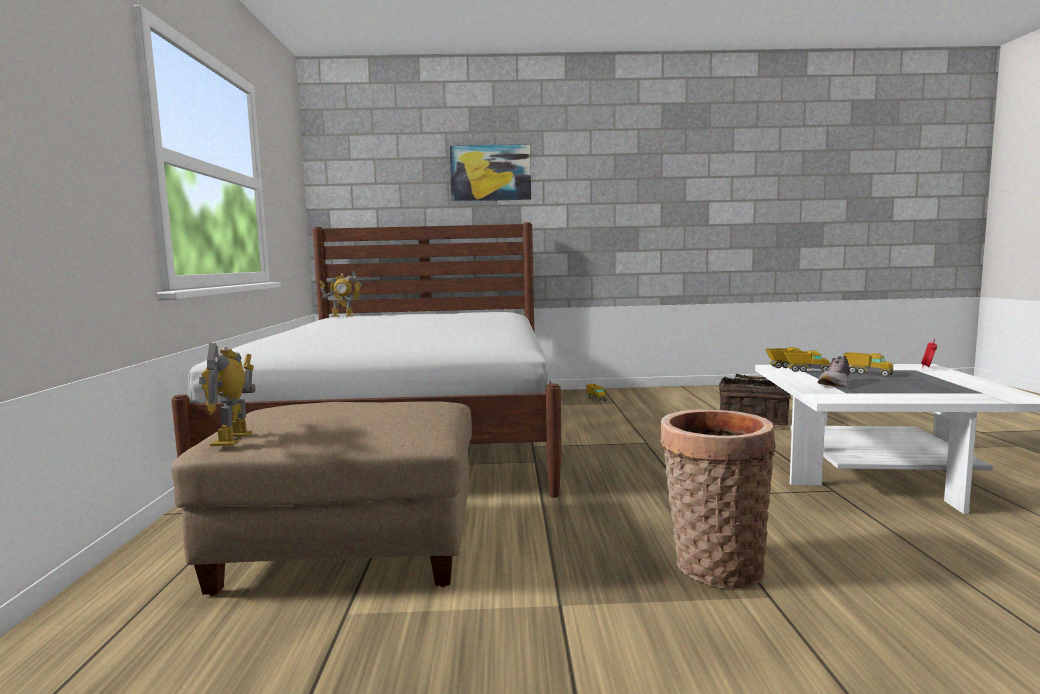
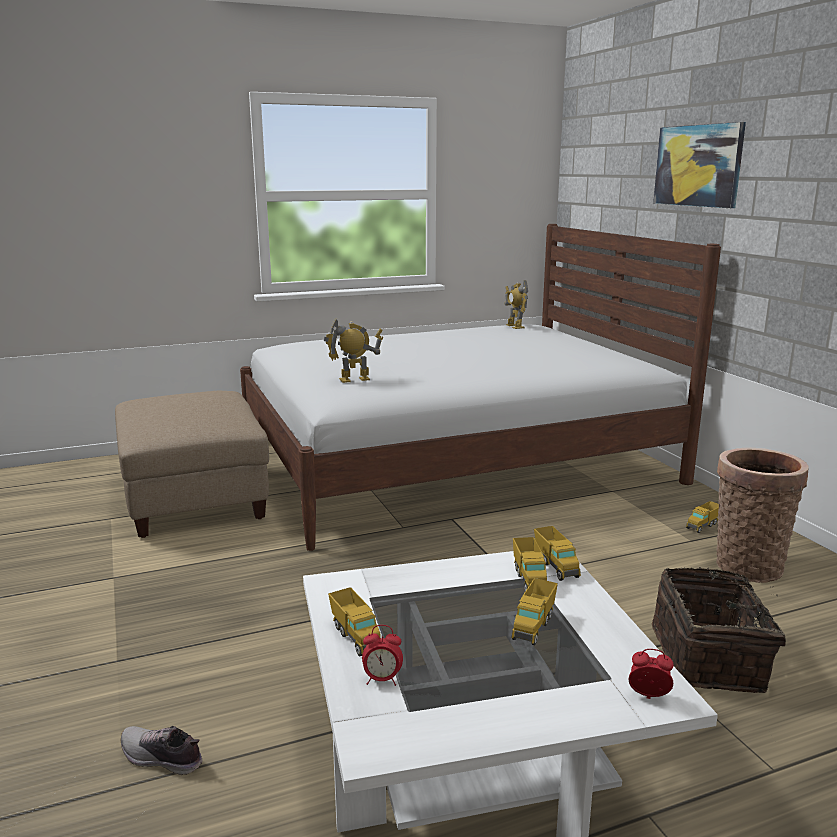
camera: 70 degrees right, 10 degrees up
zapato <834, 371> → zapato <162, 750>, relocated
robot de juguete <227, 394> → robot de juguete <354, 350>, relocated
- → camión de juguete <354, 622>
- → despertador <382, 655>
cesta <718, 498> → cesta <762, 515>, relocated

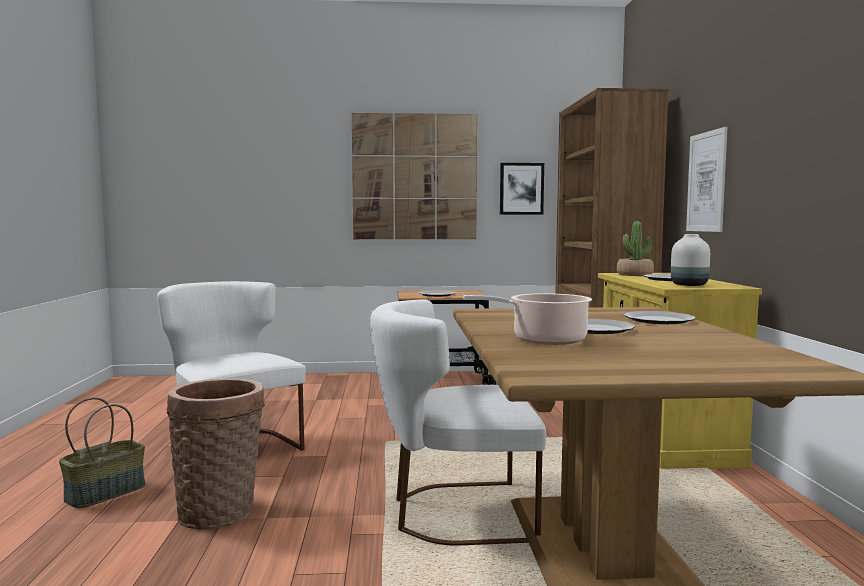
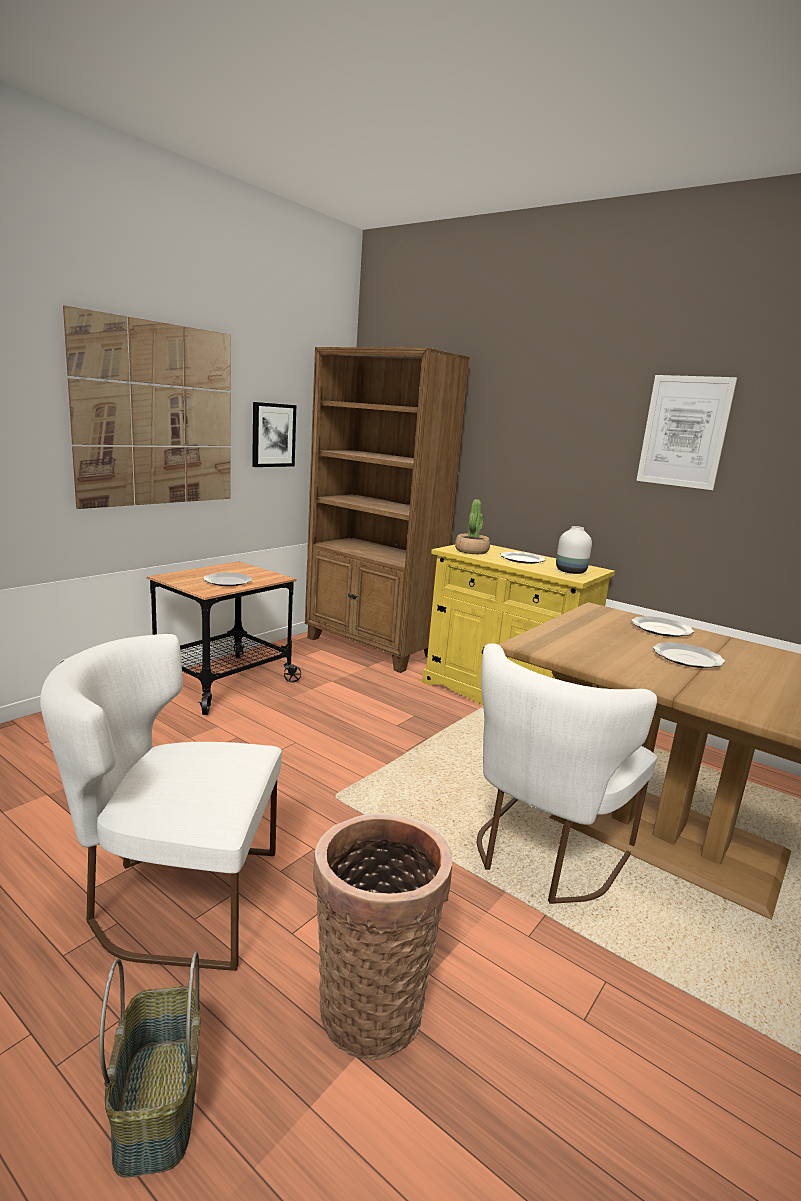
camera: 50 degrees left, 10 degrees up
cuadro <706, 179> → cuadro <686, 432>, relocated
olla <527, 319> → -

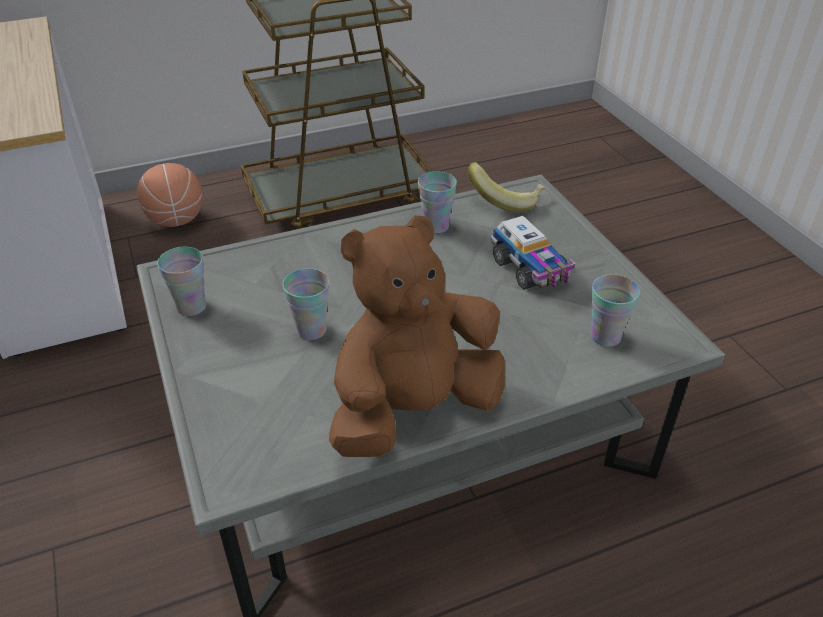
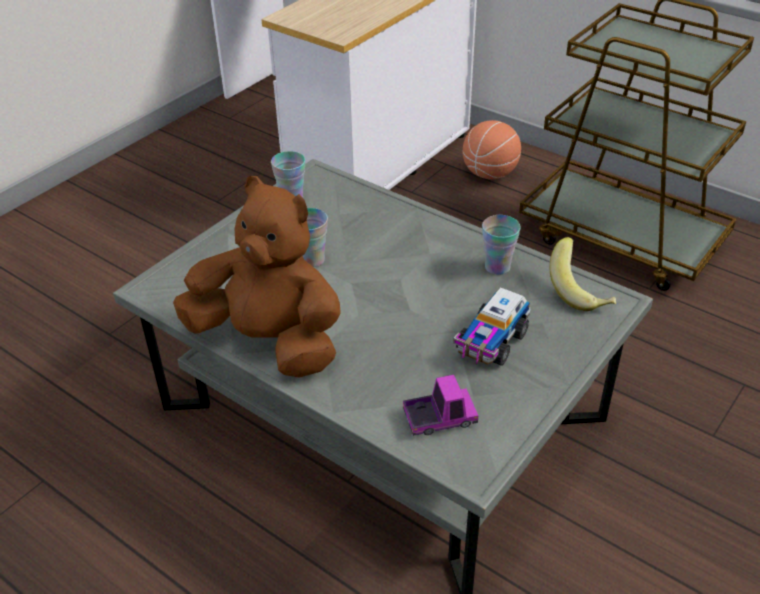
camera: 60 degrees right, 0 degrees up
taza <615, 310> → camión de juguete <440, 405>

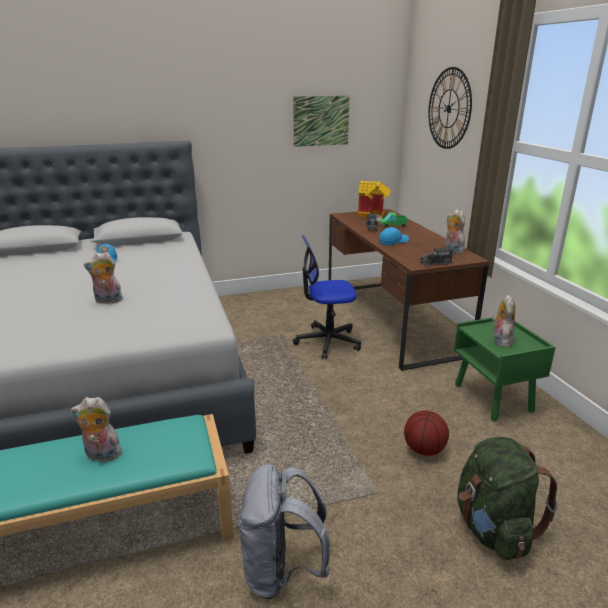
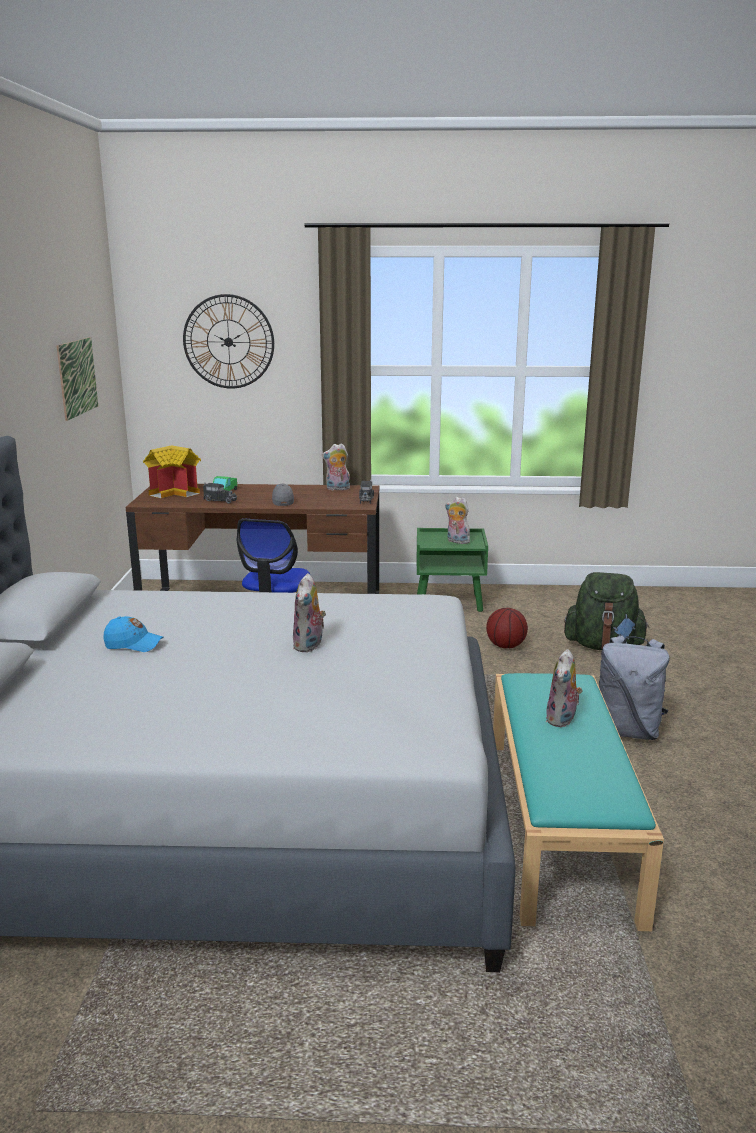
camera: 70 degrees left, 5 degrees down
gorra (azul) <394, 236> → gorra (gris) <283, 495>

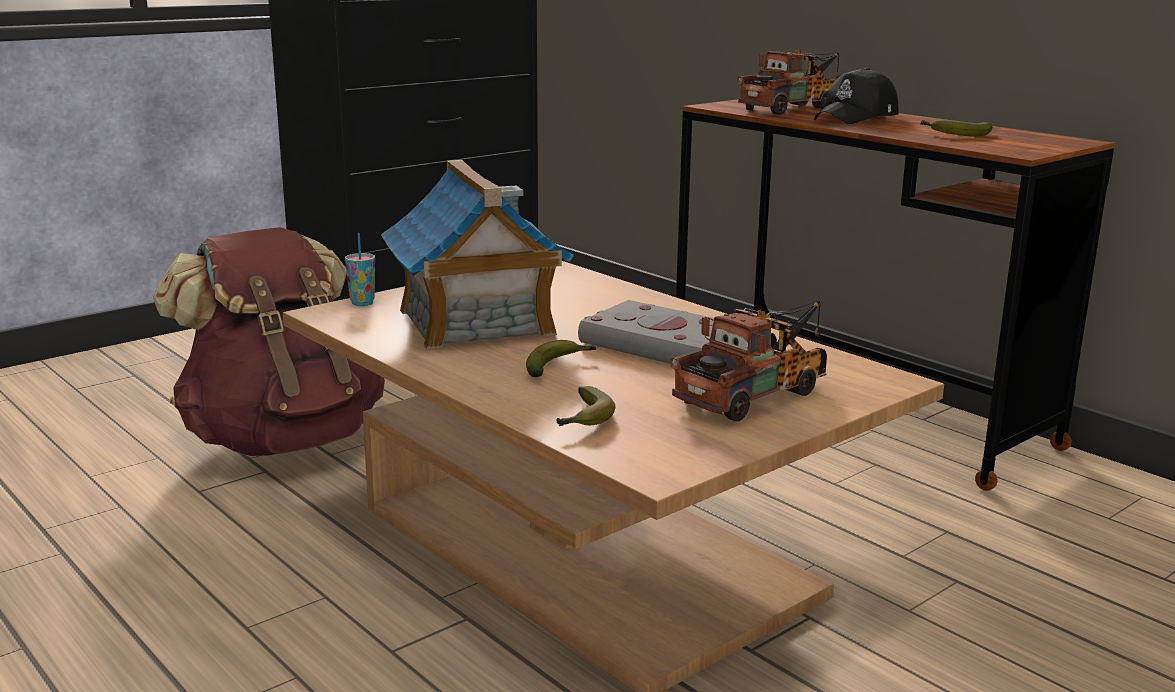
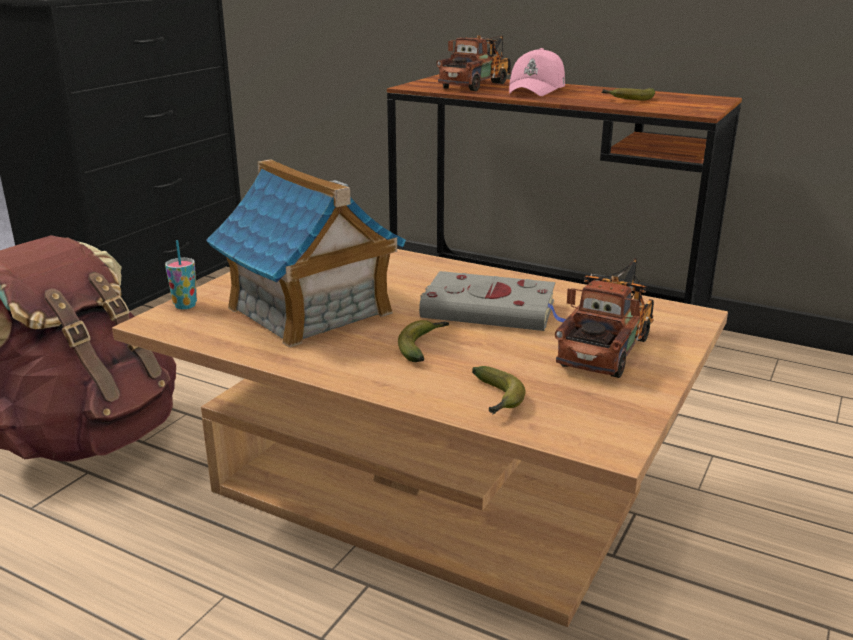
camera: 20 degrees left, 5 degrees up
gorra (negro) <856, 96> → gorra (rosa) <537, 72>

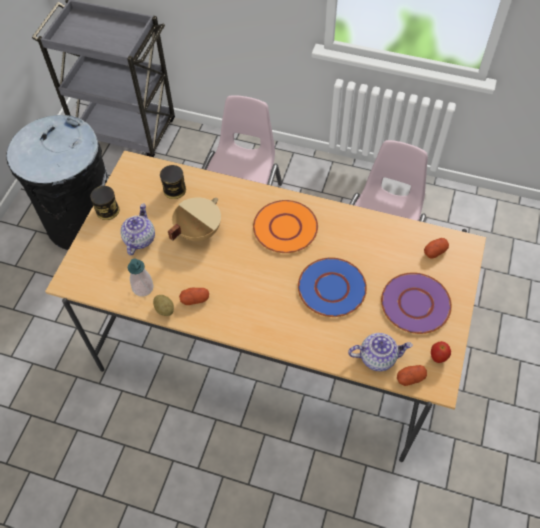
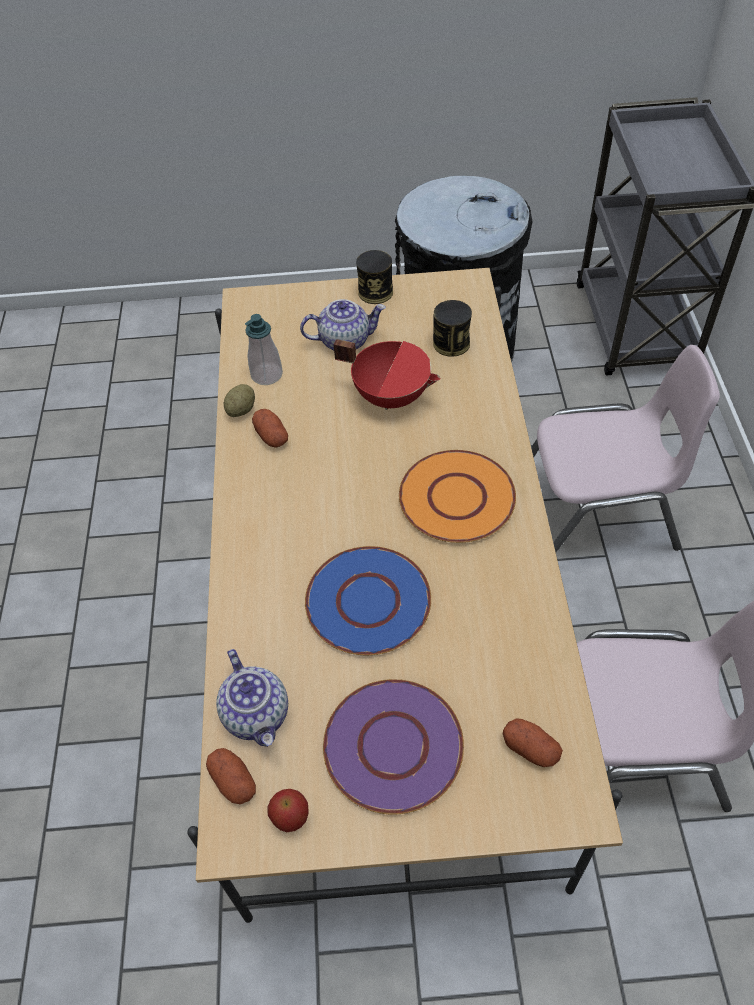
camera: 70 degrees right, 5 degrees down
olla (beis) <194, 219> → olla (rojo) <387, 374>

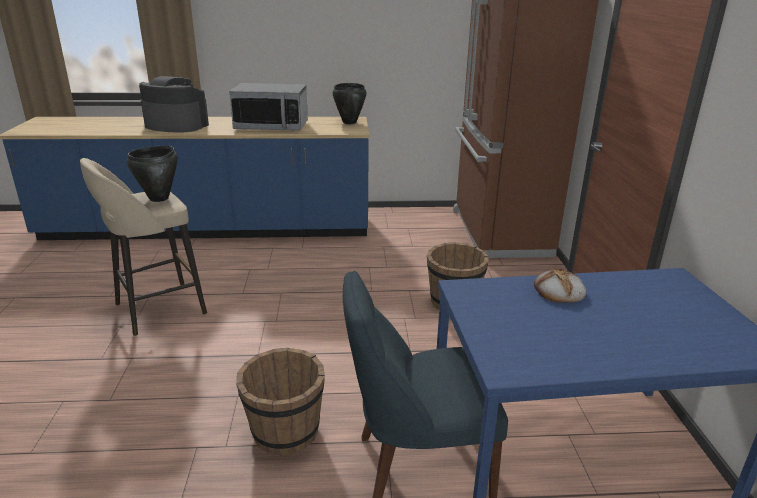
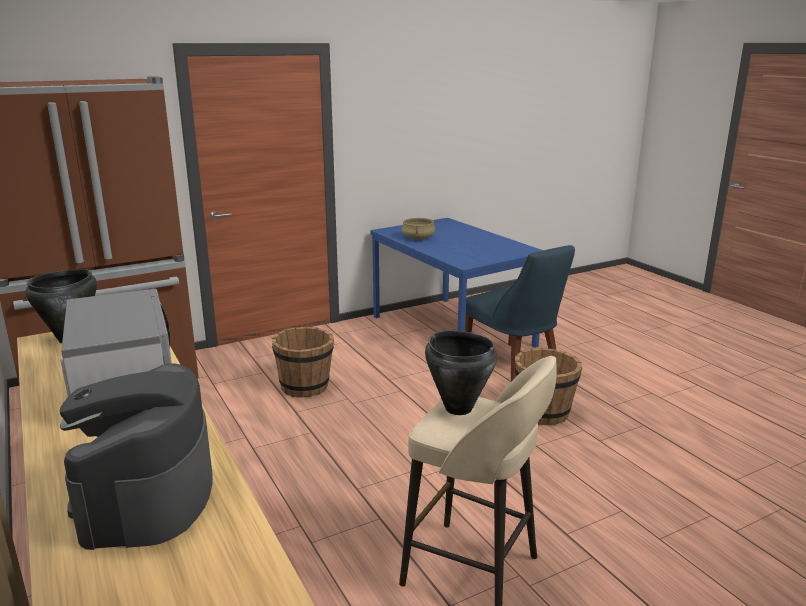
camera: 115 degrees left, 5 degrees down
- → olla (beis) <418, 228>
pan <560, 285> → -

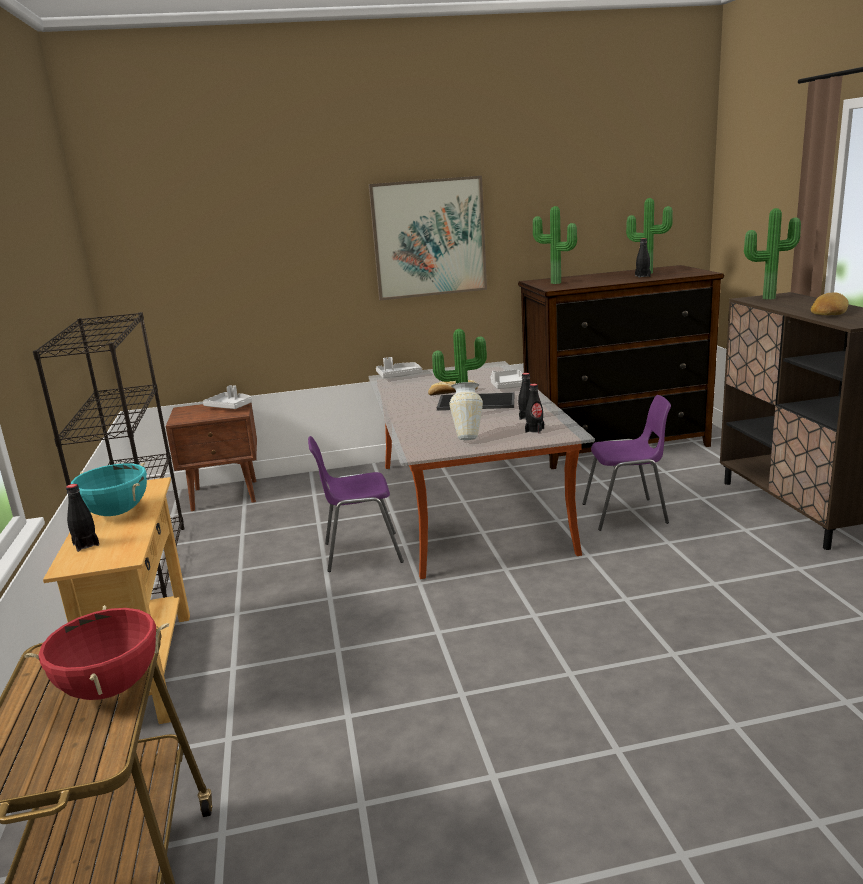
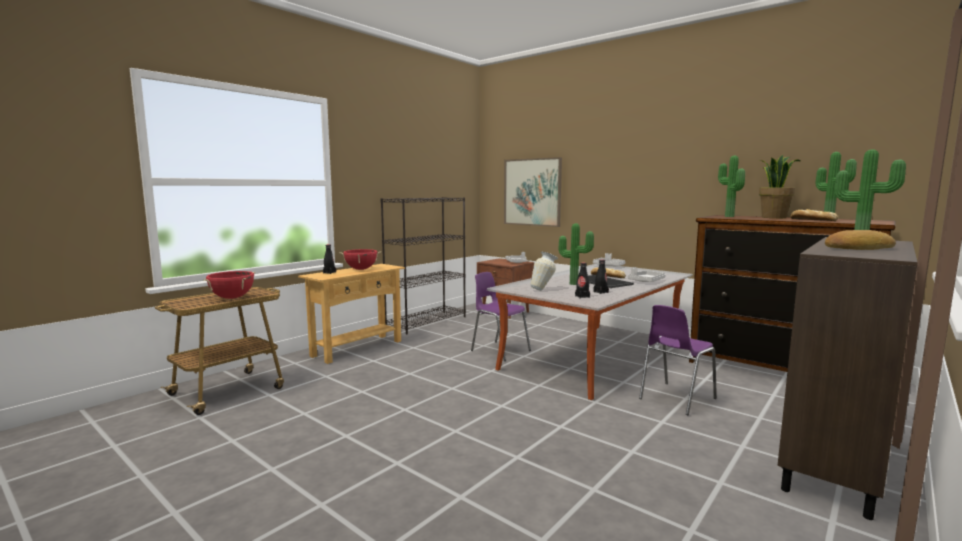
camera: 50 degrees right, 10 degrees down
olla (turquesa) <109, 489> → olla (rojo) <360, 259>
cuadro <428, 238> → cuadro <533, 192>, relocated
silla (morado) <626, 463> → silla (morado) <678, 360>, 90 degrees clockwise
- → planta en maceta <779, 186>
botella (negro) <643, 258> → pan <814, 215>

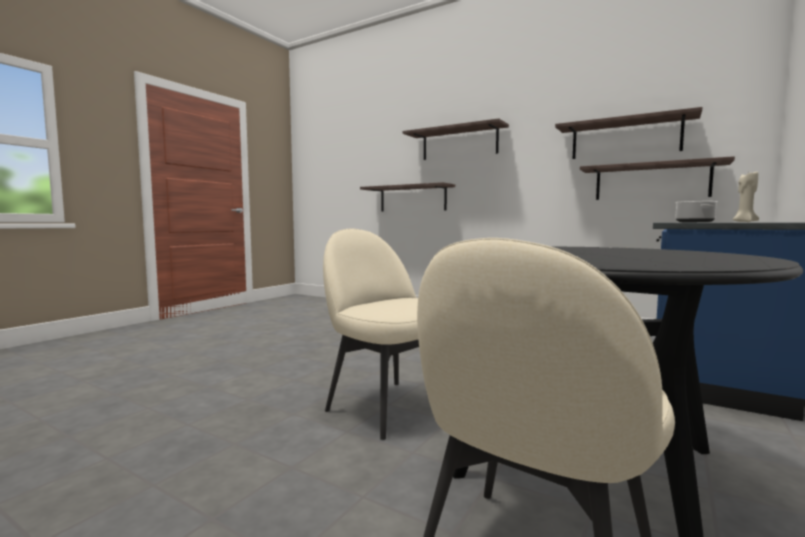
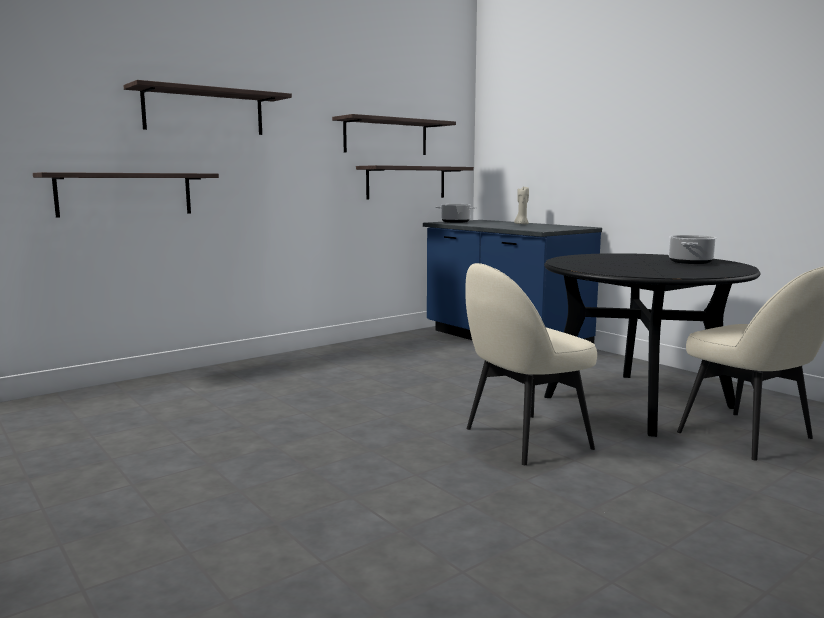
camera: 70 degrees left, 5 degrees up
- → olla <693, 249>

